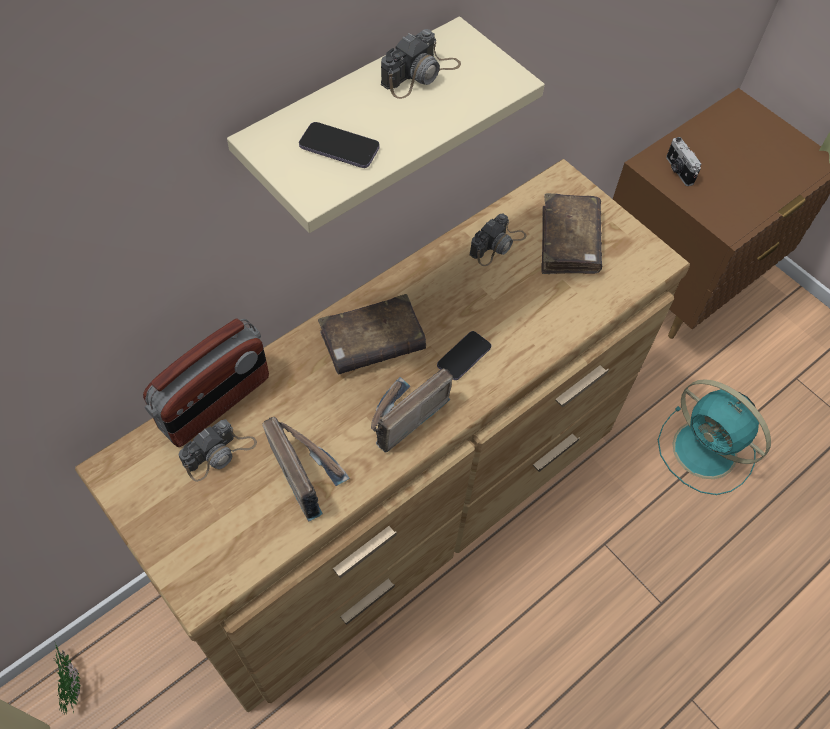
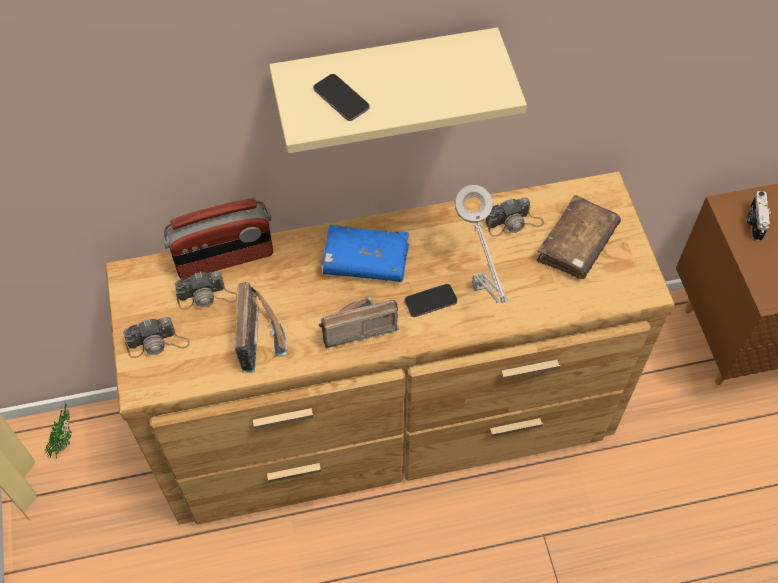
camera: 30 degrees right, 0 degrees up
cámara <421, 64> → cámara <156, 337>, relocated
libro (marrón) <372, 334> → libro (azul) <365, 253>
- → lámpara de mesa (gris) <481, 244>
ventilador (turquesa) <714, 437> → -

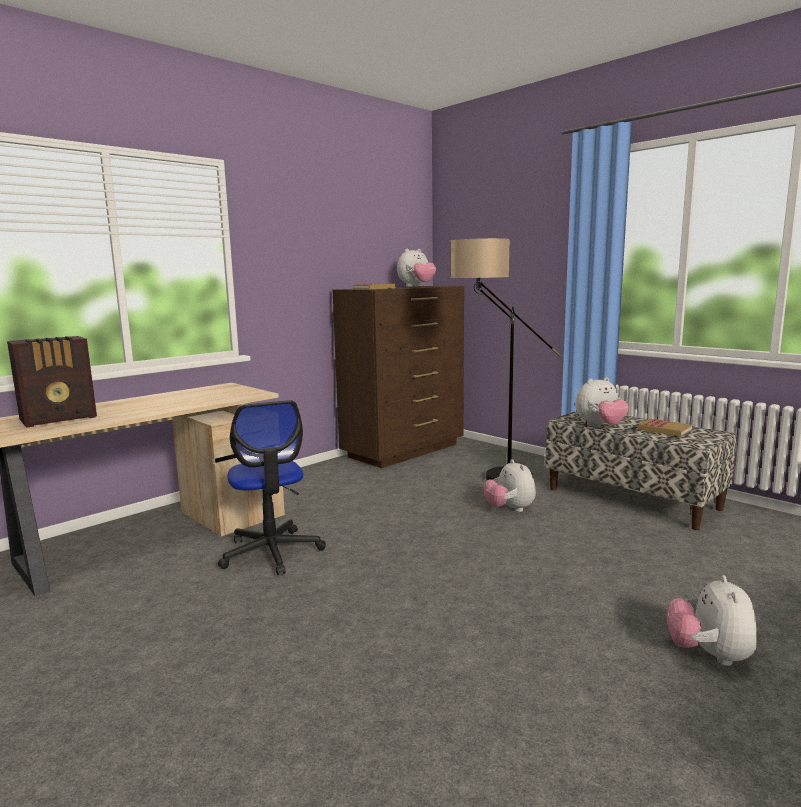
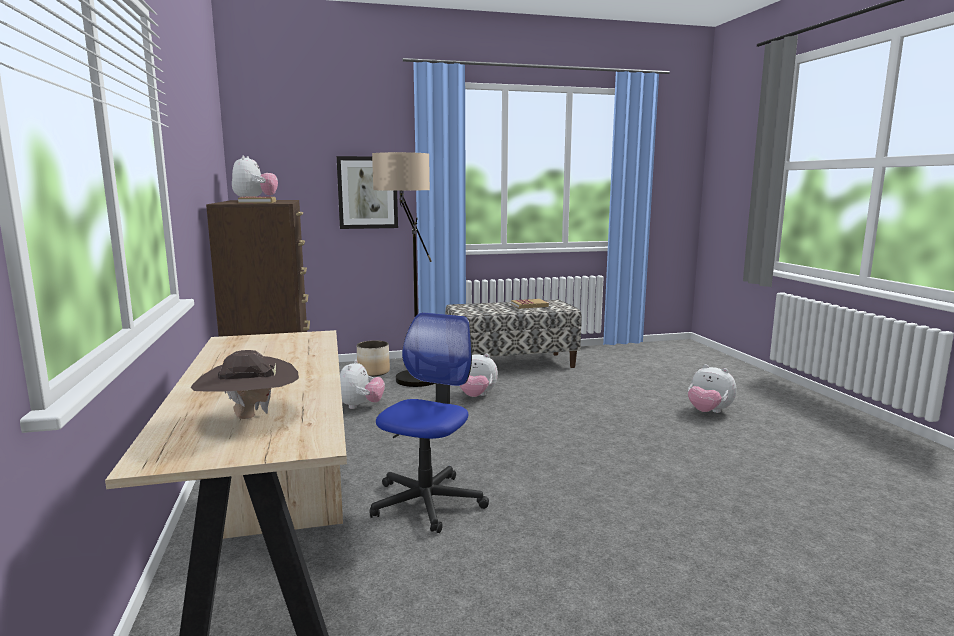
camera: 60 degrees left, 0 degrees up
radio <52, 382> → sombrero (marrón) <245, 384>
- → cuadro <367, 192>
peluche <602, 401> → peluche <362, 384>, relocated
- → maceta <373, 358>
silla de oficina <272, 487> → silla de oficina <429, 423>, 75 degrees counterclockwise

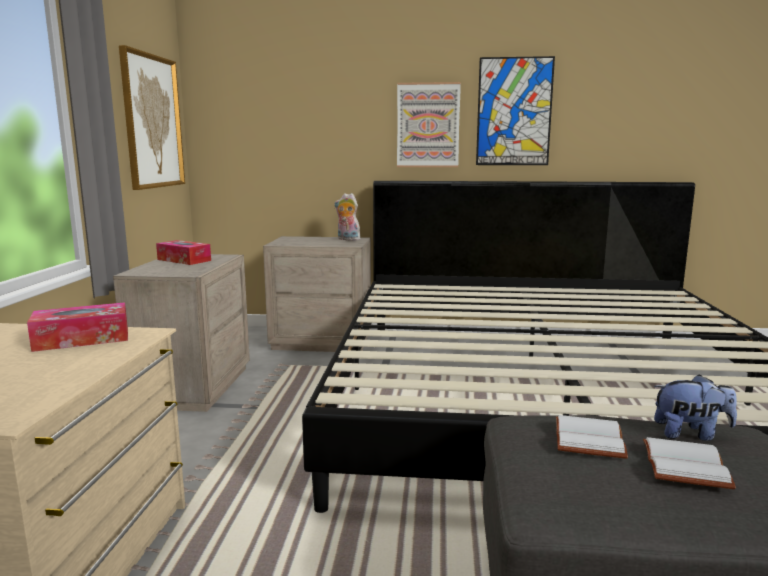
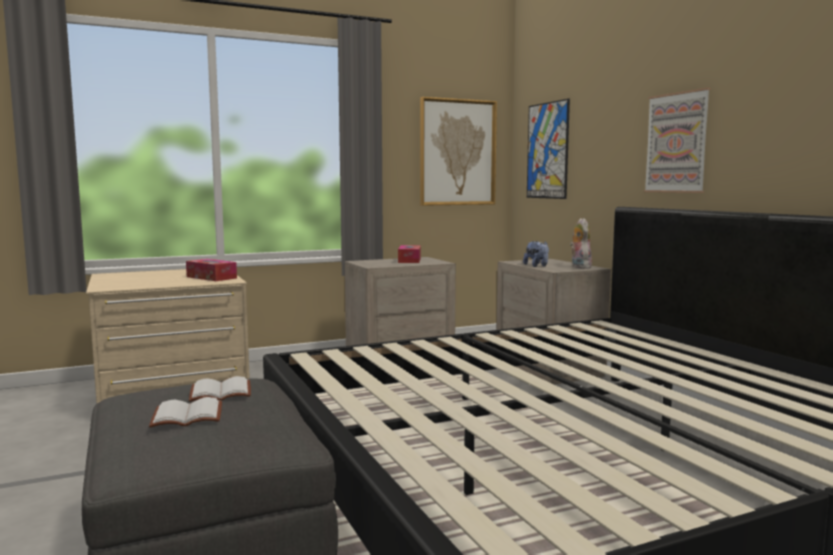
camera: 60 degrees right, 5 degrees down
peluche <695, 407> → peluche <536, 254>, relocated
cuadro <515, 110> → cuadro <548, 149>, relocated

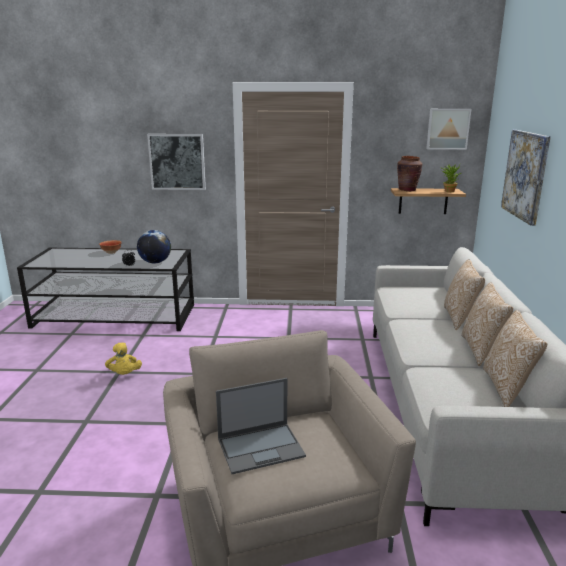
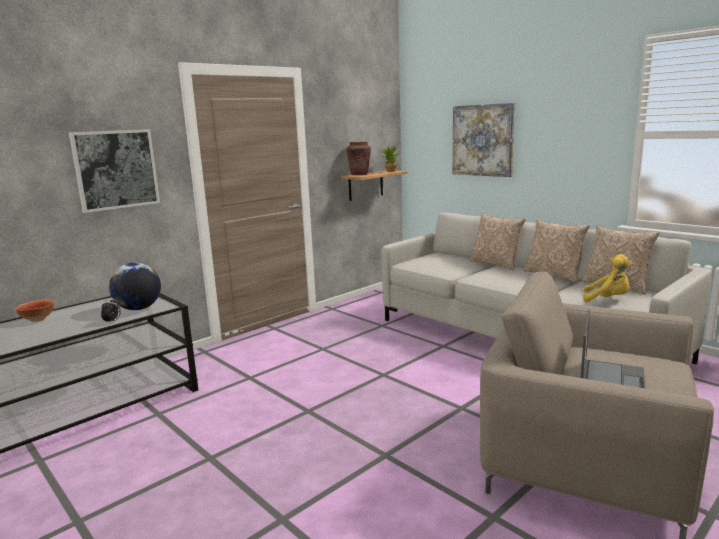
camera: 45 degrees left, 5 degrees down
peluche (amarillo) <123, 359> → peluche (amarillo) <607, 278>, relocated
cuadro <448, 129> → -

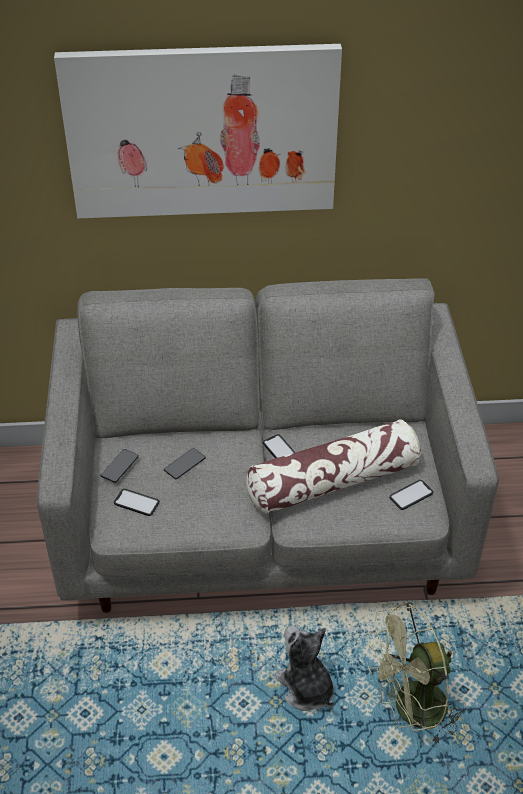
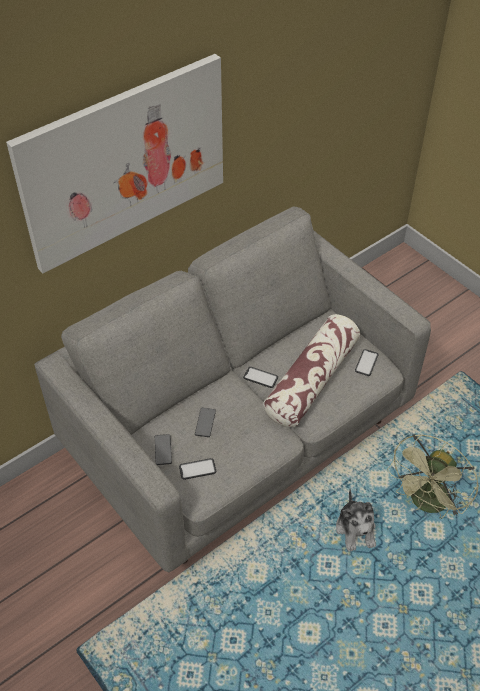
camera: 35 degrees left, 5 degrees up
peluche <305, 668> → peluche <356, 520>, 120 degrees counterclockwise

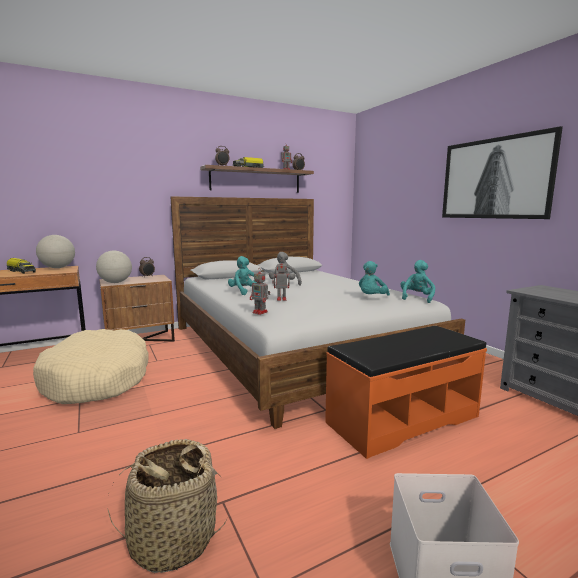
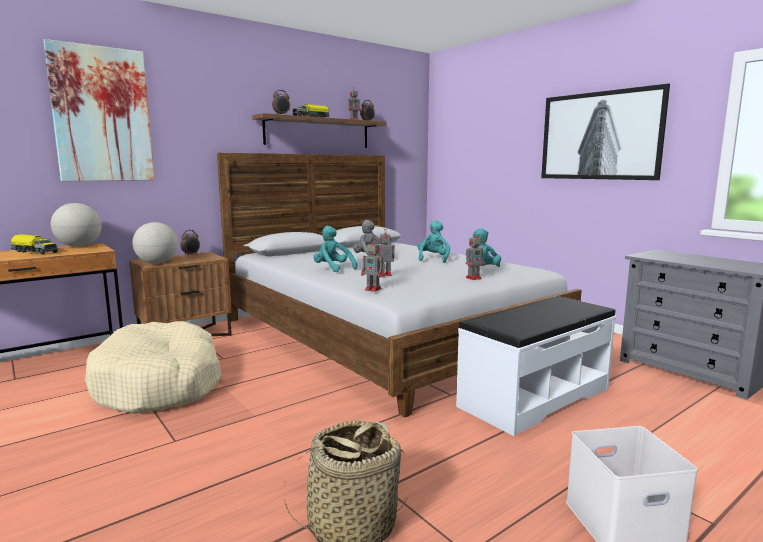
camera: 10 degrees left, 0 degrees up
- → cuadro <99, 110>
peluche (turquesa) <417, 281> → peluche (turquesa) <433, 241>, relocated
banco (naranja) <406, 392> → banco (blanco) <536, 366>
- → robot de juguete <475, 257>

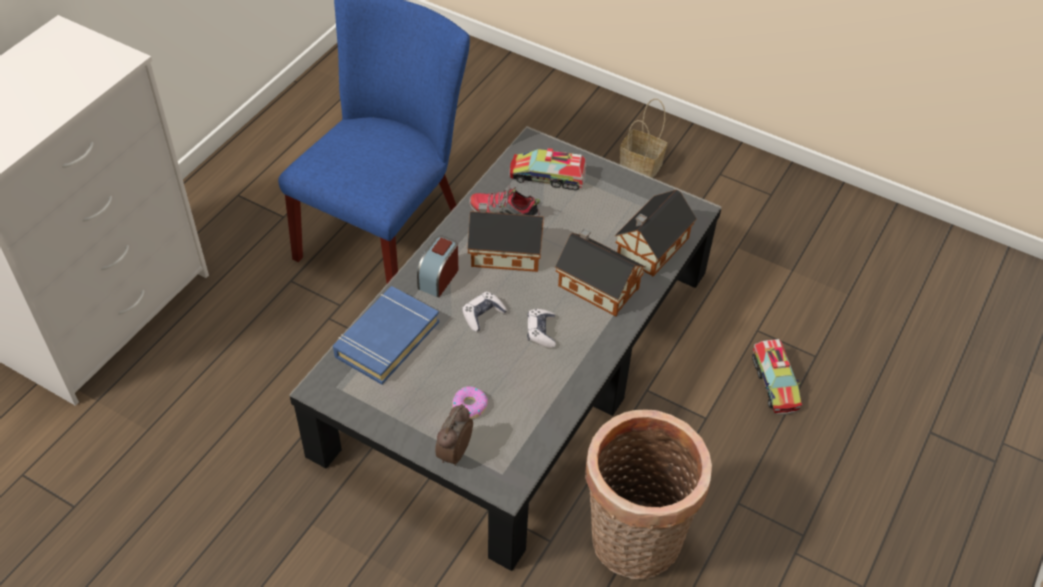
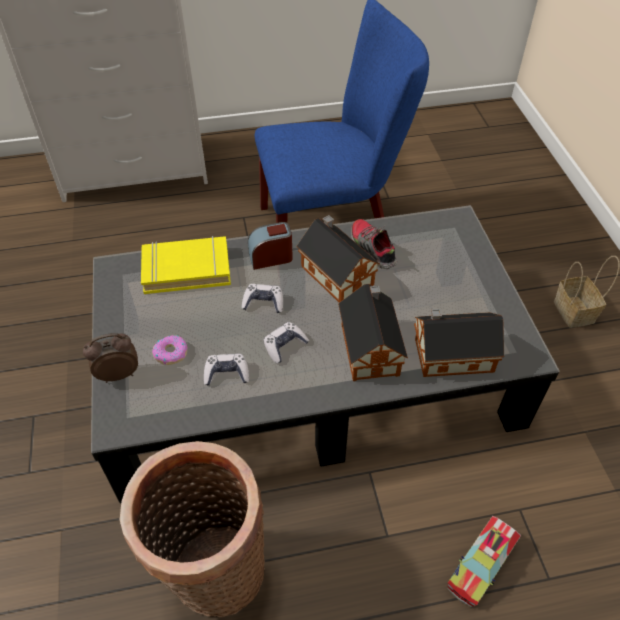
camera: 50 degrees right, 0 degrees up
libro (azul) <386, 335> → libro (amarillo) <186, 265>
- → mando de consola <226, 369>
camión de juguete <548, 169> → -

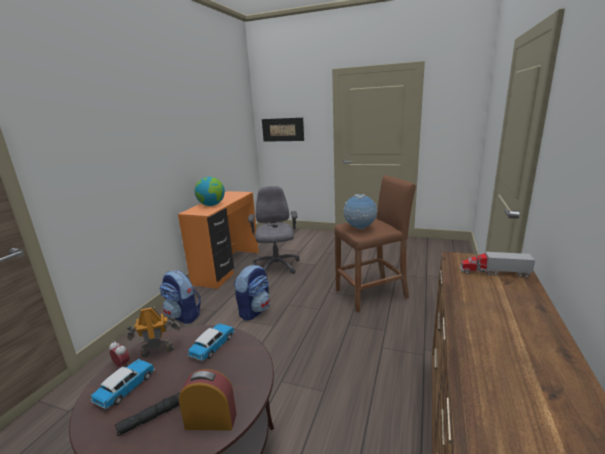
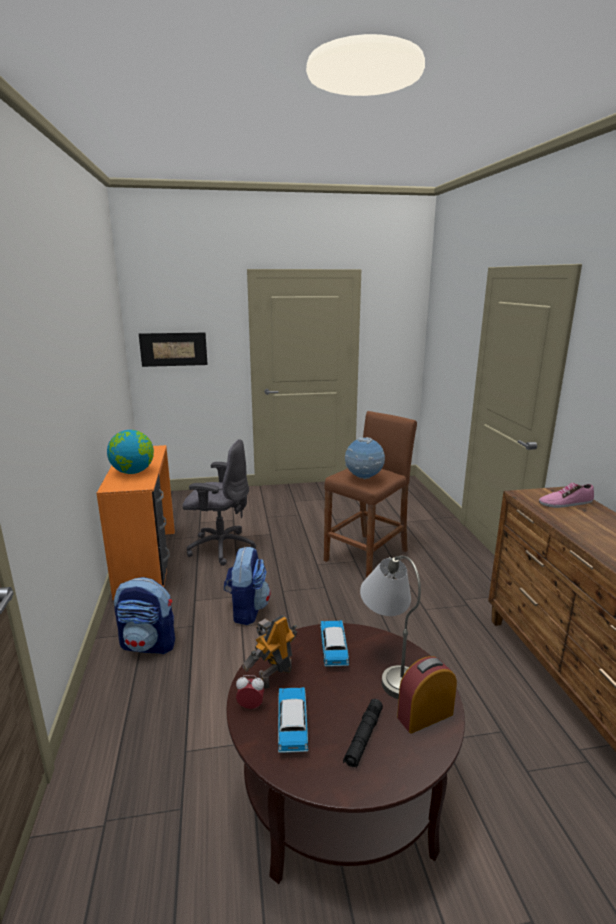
camera: 30 degrees left, 0 degrees up
silla de oficina (gris) <274, 231> → silla de oficina (gris) <219, 502>, 135 degrees clockwise
- → lámpara de mesa (gris) <390, 627>
camión de juguete <497, 264> → zapato <566, 495>

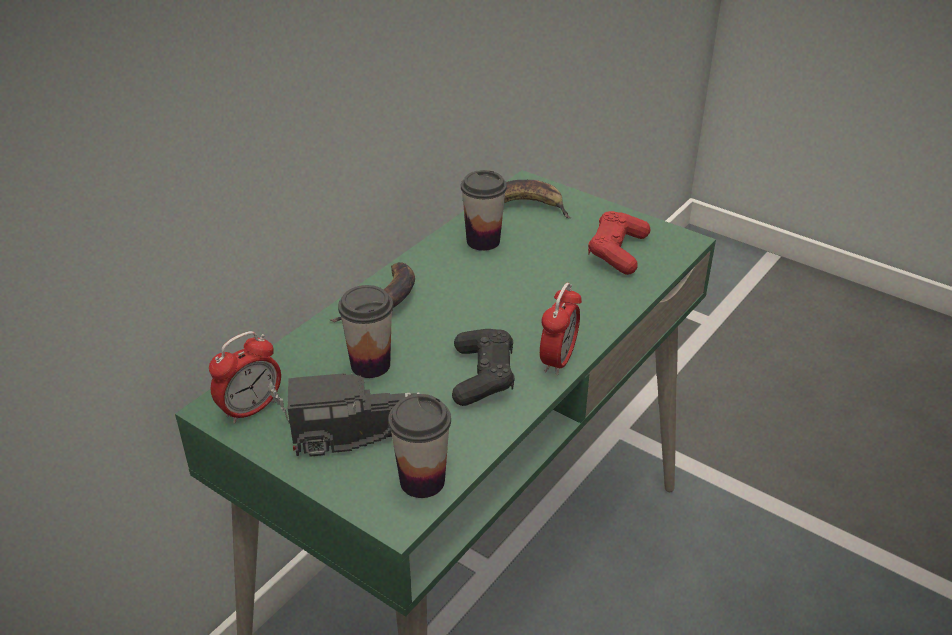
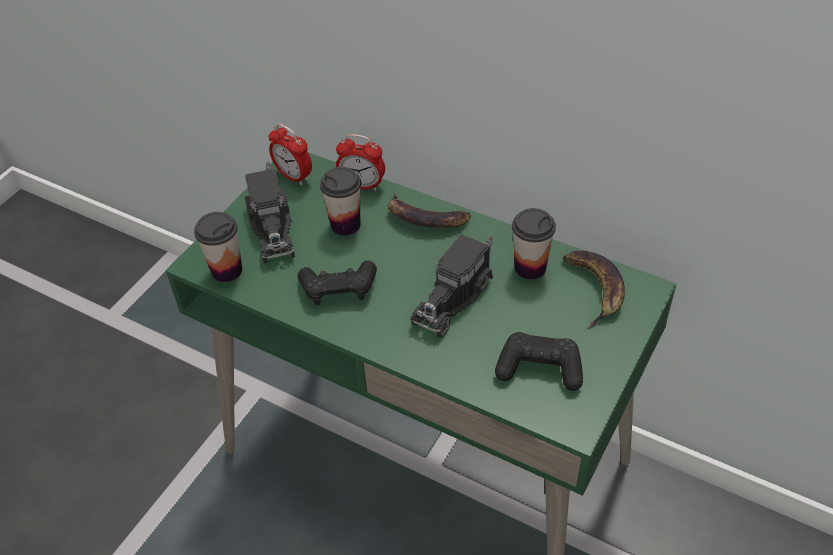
camera: 85 degrees right, 10 degrees up
despertador <561, 329> → despertador <360, 162>, relocated
- → camión de juguete <451, 285>
mando de consola (rojo) <619, 243> → mando de consola (negro) <539, 361>

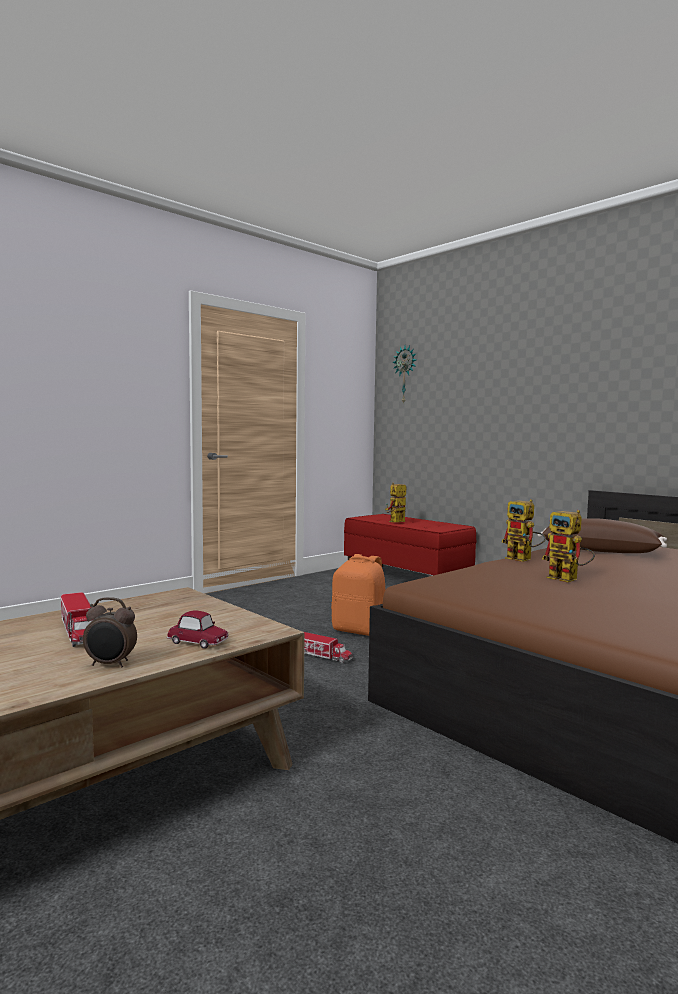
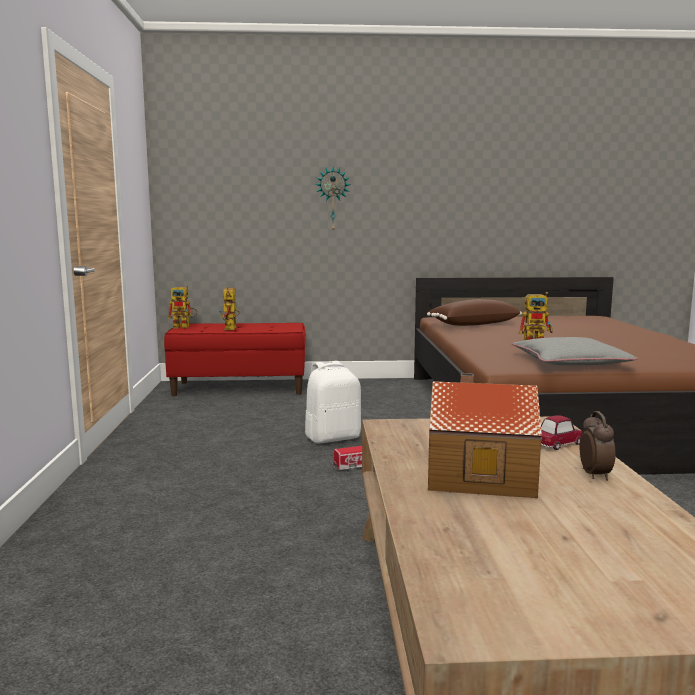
camera: 50 degrees left, 5 degrees up
robot de juguete <524, 530> → robot de juguete <182, 306>, relocated
mochila (naranja) <358, 595> → mochila (blanco) <333, 402>
reloj de pared <404, 374> → reloj de pared <333, 199>, relocated
camión de juguete <77, 619> → casita <485, 435>
- → cojín (gris) <575, 351>
despertador <110, 632> → despertador <598, 446>, 45 degrees counterclockwise

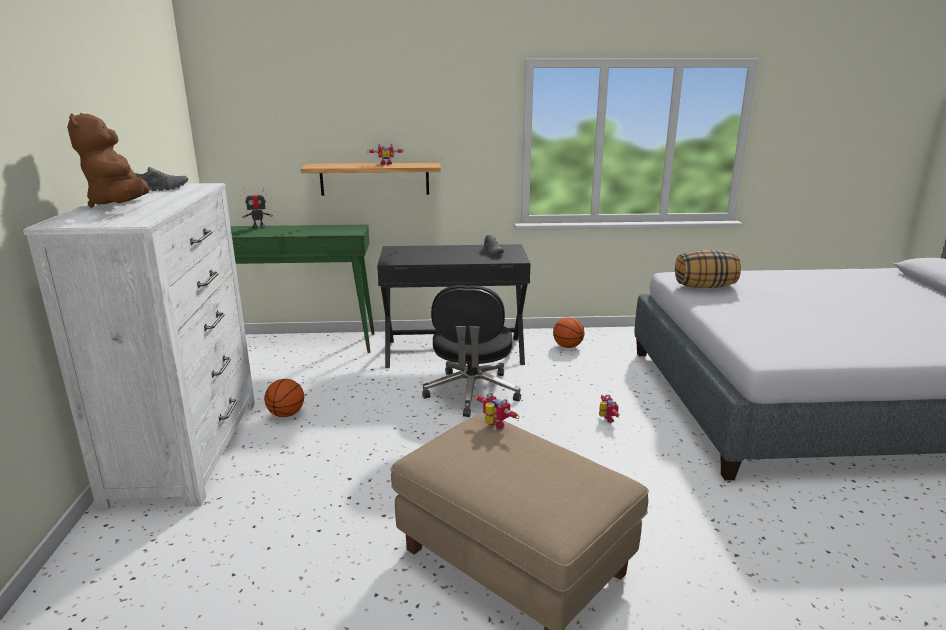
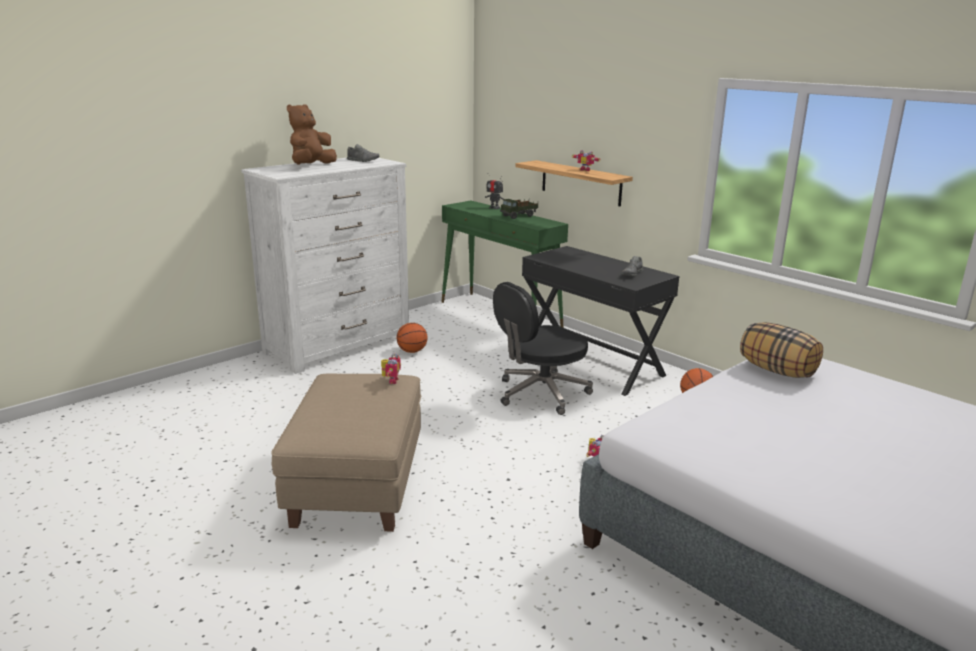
camera: 50 degrees right, 0 degrees up
- → camión de juguete <519, 209>

